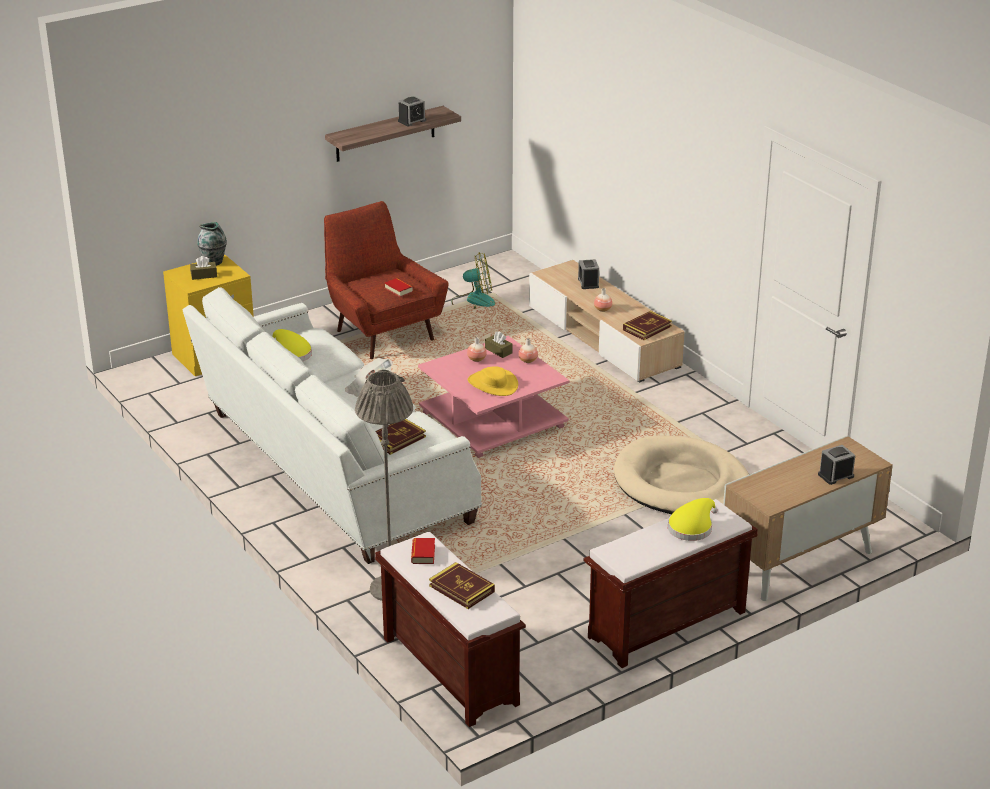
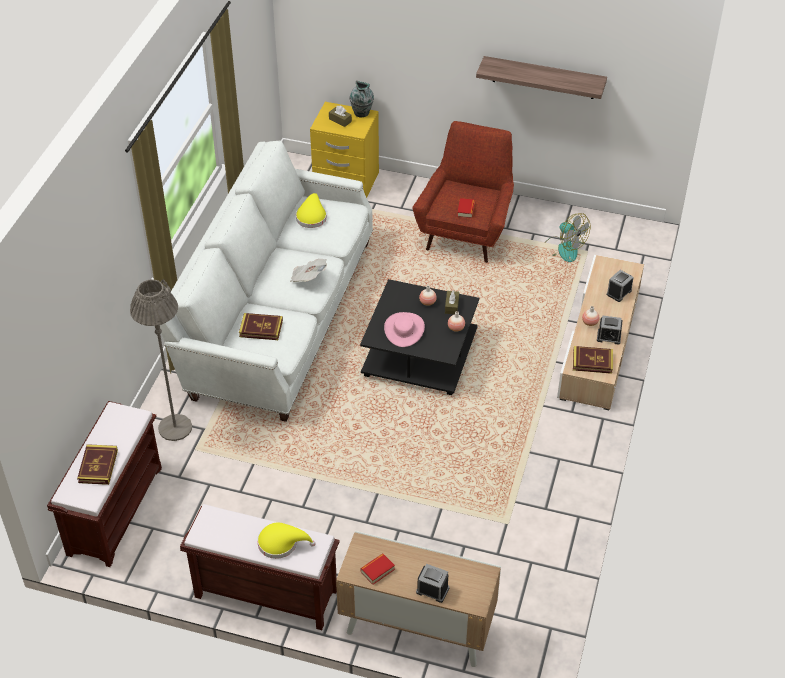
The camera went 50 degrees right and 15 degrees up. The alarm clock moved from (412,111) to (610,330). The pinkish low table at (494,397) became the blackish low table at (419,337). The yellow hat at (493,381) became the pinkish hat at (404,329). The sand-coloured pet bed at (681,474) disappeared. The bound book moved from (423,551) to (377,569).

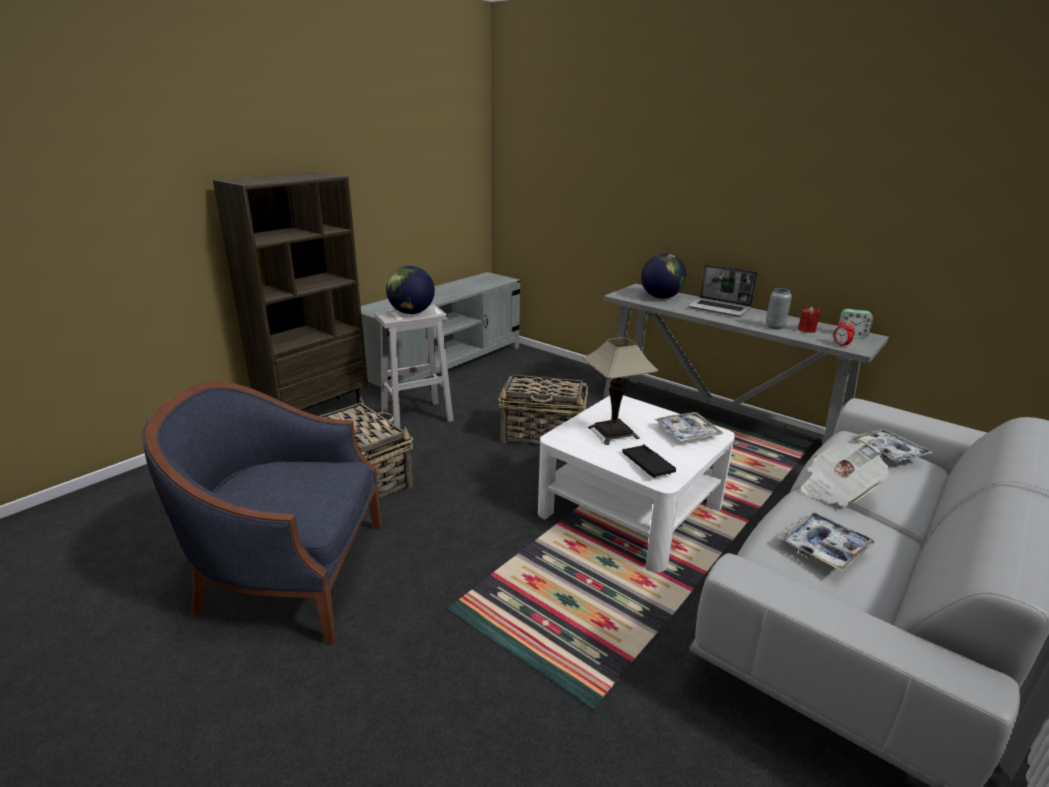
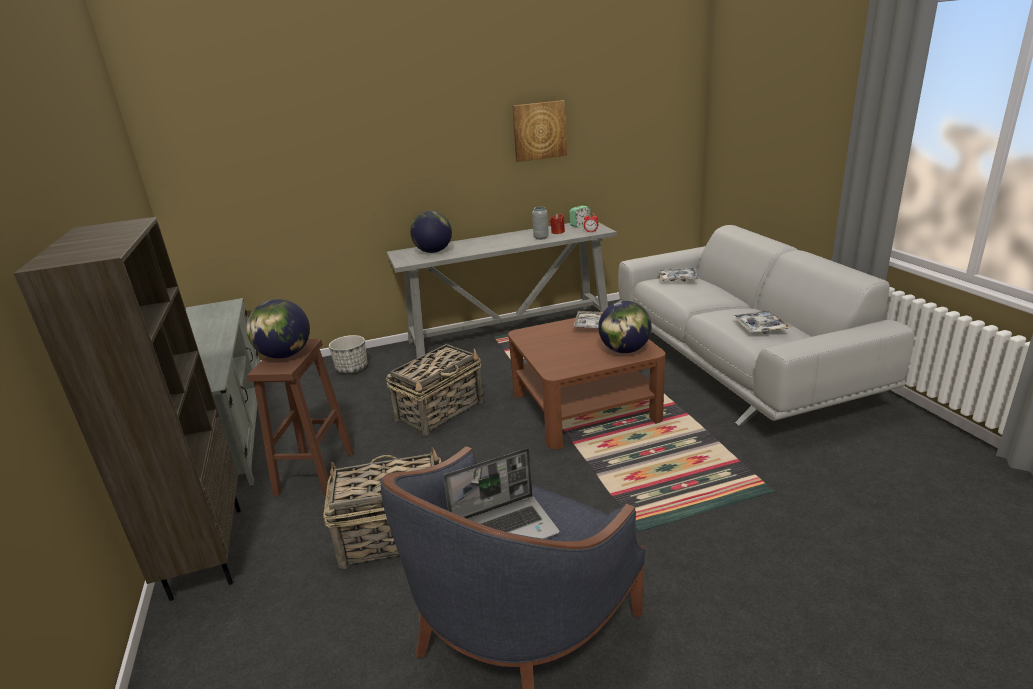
The camera went 55 degrees left and 0 degrees up. The portable computer moved from (723,290) to (501,493). The whitish stool at (414,366) became the brownish stool at (300,417). The table lamp at (621,391) disappeared. The whitish low table at (636,484) became the brownish low table at (587,381). The daily paper at (845,474) disappeared. The blackish carrying tray at (649,461) was replaced by the desk globe at (625,327). The picture at (539,131) appeared. The plant pot at (348,354) appeared.

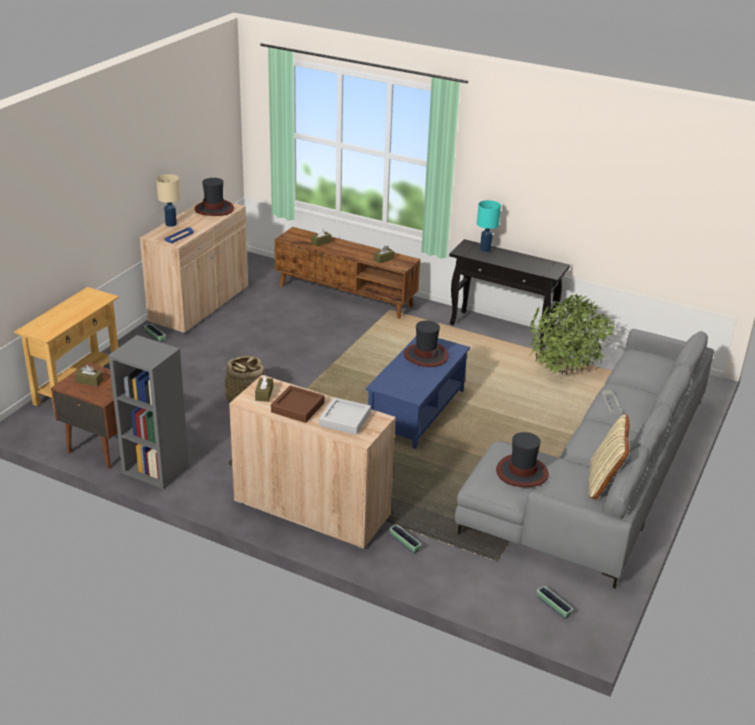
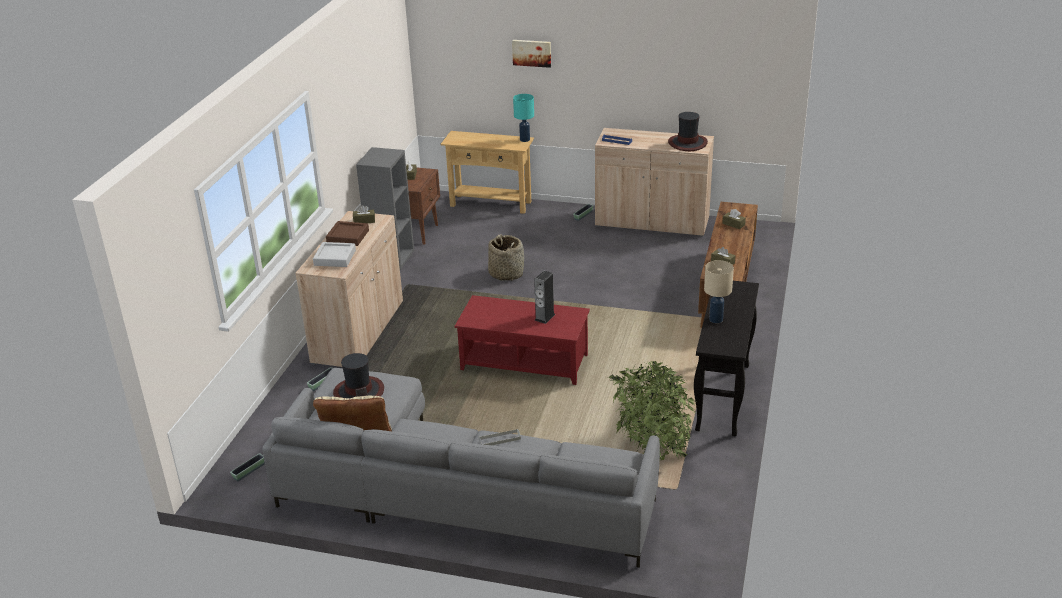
The camera went 80 degrees right and 0 degrees up. The sand-coloured table lamp moved from (168,200) to (719,291). The blue-green table lamp moved from (489,226) to (523,118). The hat at (426,344) was replaced by the speaker at (544,297). The blue low table at (418,393) became the red low table at (522,340). The picture at (531,54) appeared.

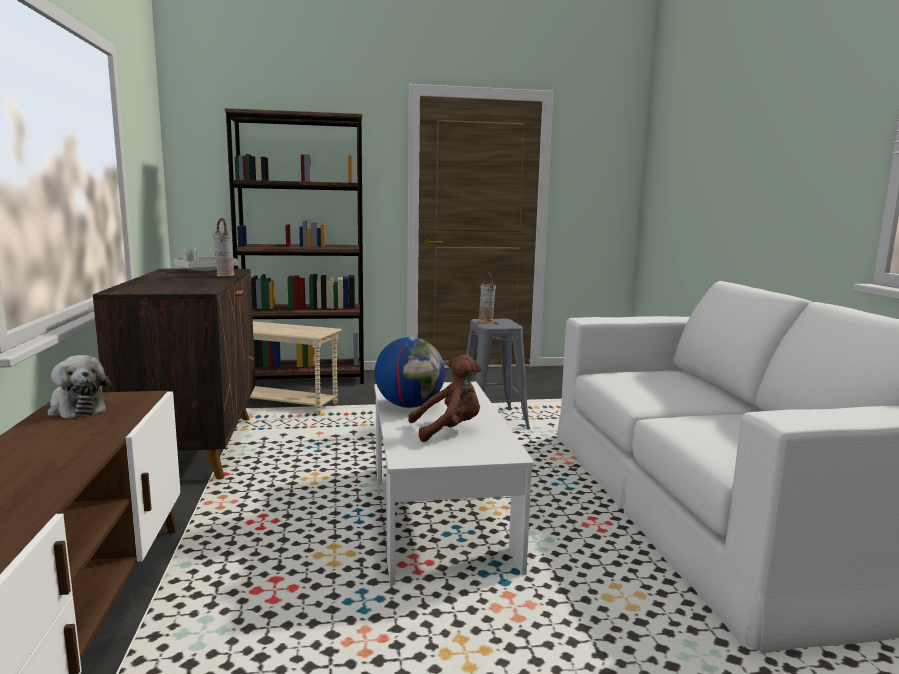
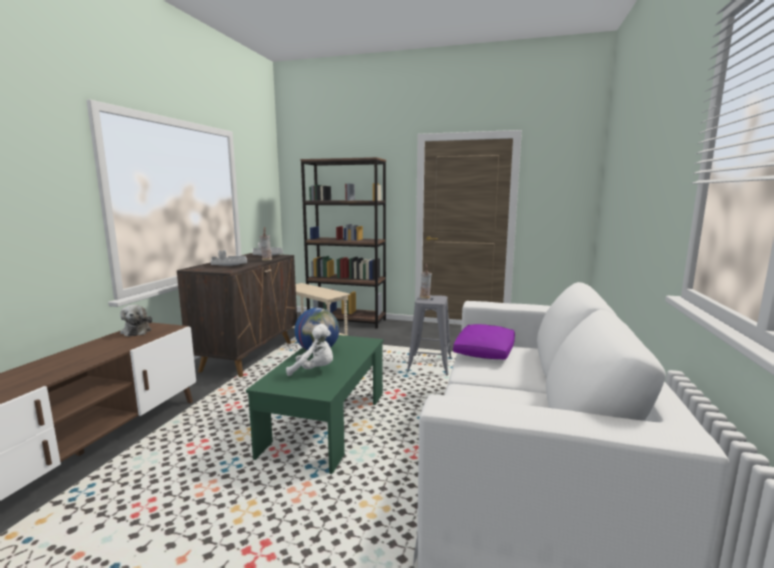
The camera went 25 degrees right and 0 degrees up. The brownish plush toy at (445,398) became the whitish plush toy at (309,350). The whitish low table at (454,483) became the greenish low table at (315,404). The greyish carrying tray at (229,258) appeared. The purplish cushion at (484,342) appeared.

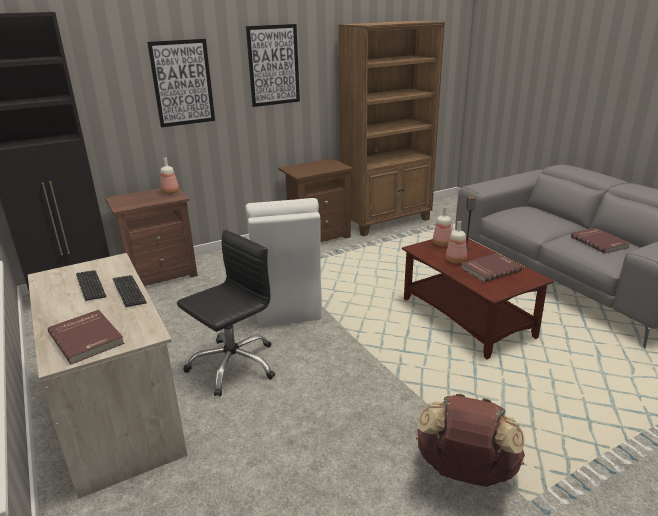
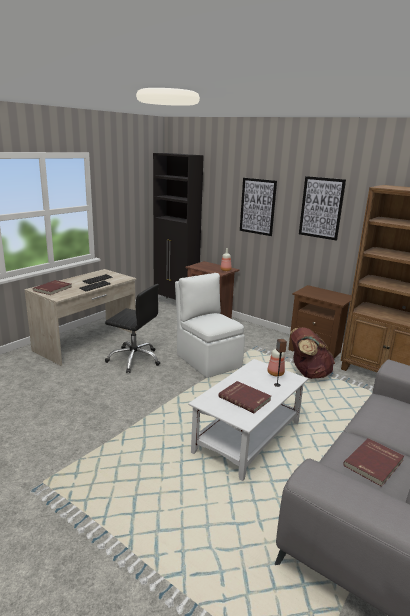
The camera went 65 degrees right and 5 degrees down. The whitish plain chair at (284,262) turned 90 degrees clockwise. The bottle at (456,242) disappeared. The brownish low table at (478,298) became the whitish low table at (248,420). The brownish knapsack moved from (470,440) to (312,353).

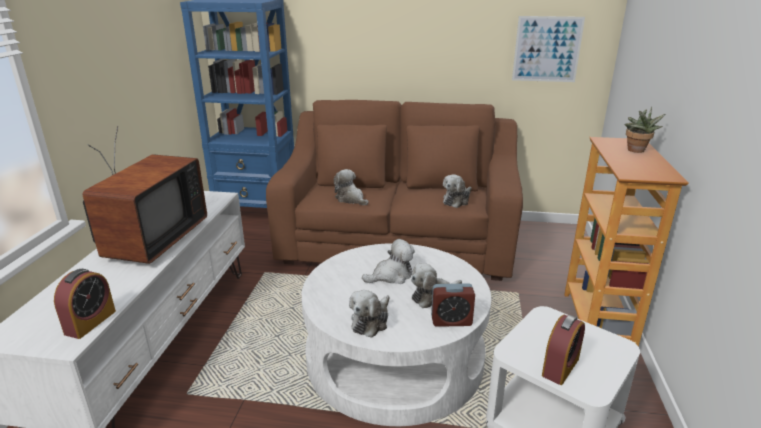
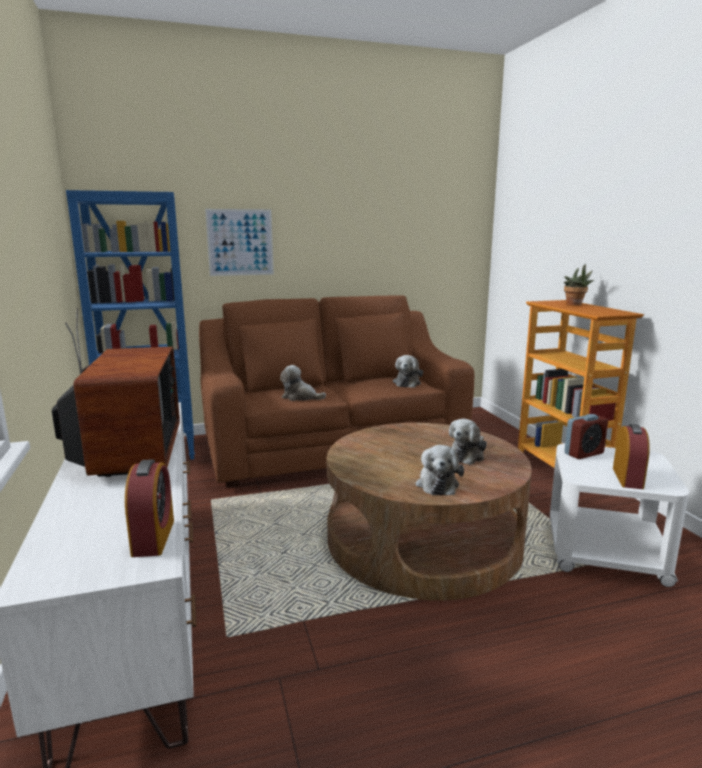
The camera went 25 degrees left and 10 degrees down. The picture moved from (548,49) to (239,242). The plush toy at (388,261) disappeared. The whitish low table at (396,334) became the brownish low table at (429,512). The alarm clock moved from (453,305) to (586,436).

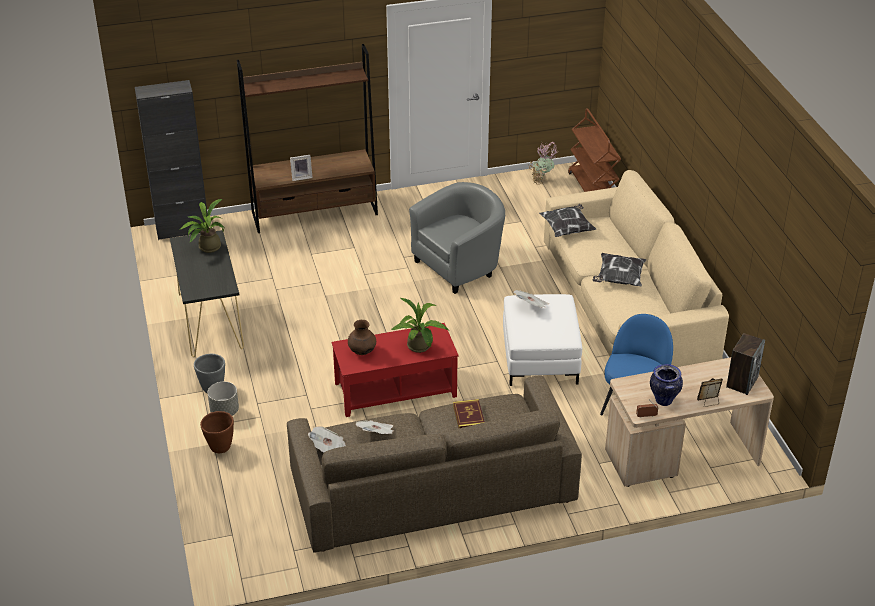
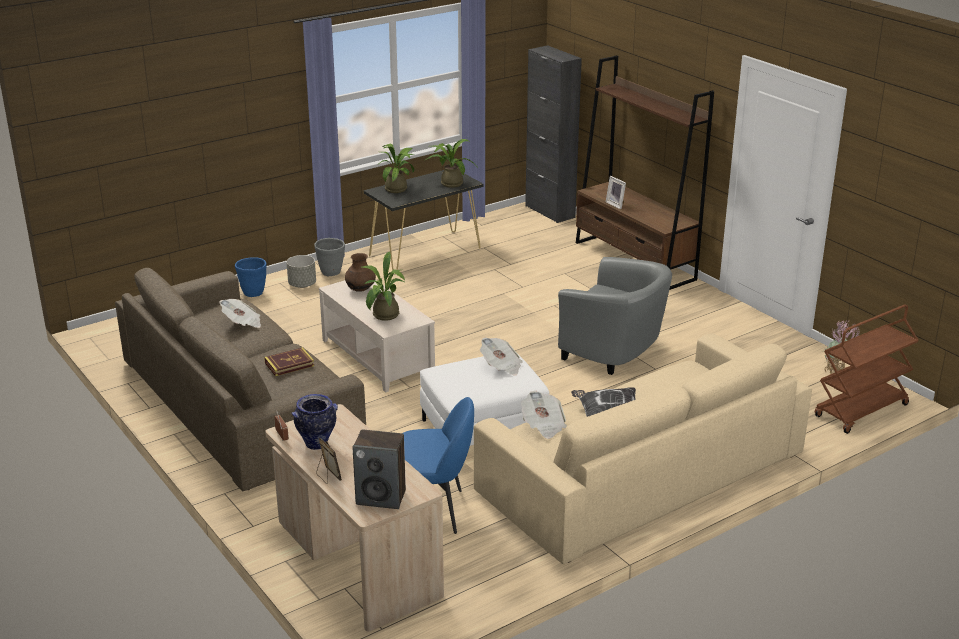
The camera went 70 degrees right and 10 degrees down. The cushion at (567,220) disappeared. The red low table at (395,370) became the sand-coloured low table at (377,336). The brownish plant pot at (217,432) became the blue plant pot at (251,277). The daily paper moved from (327,439) to (544,415). The plant in a pot at (396,168) appeared.

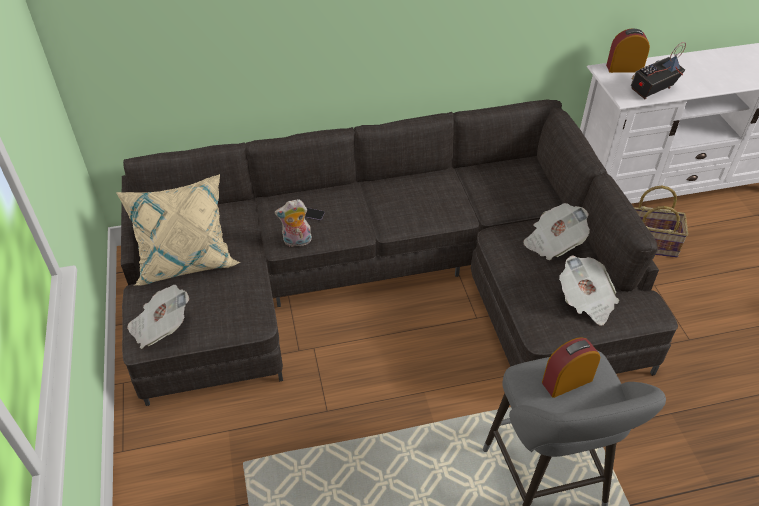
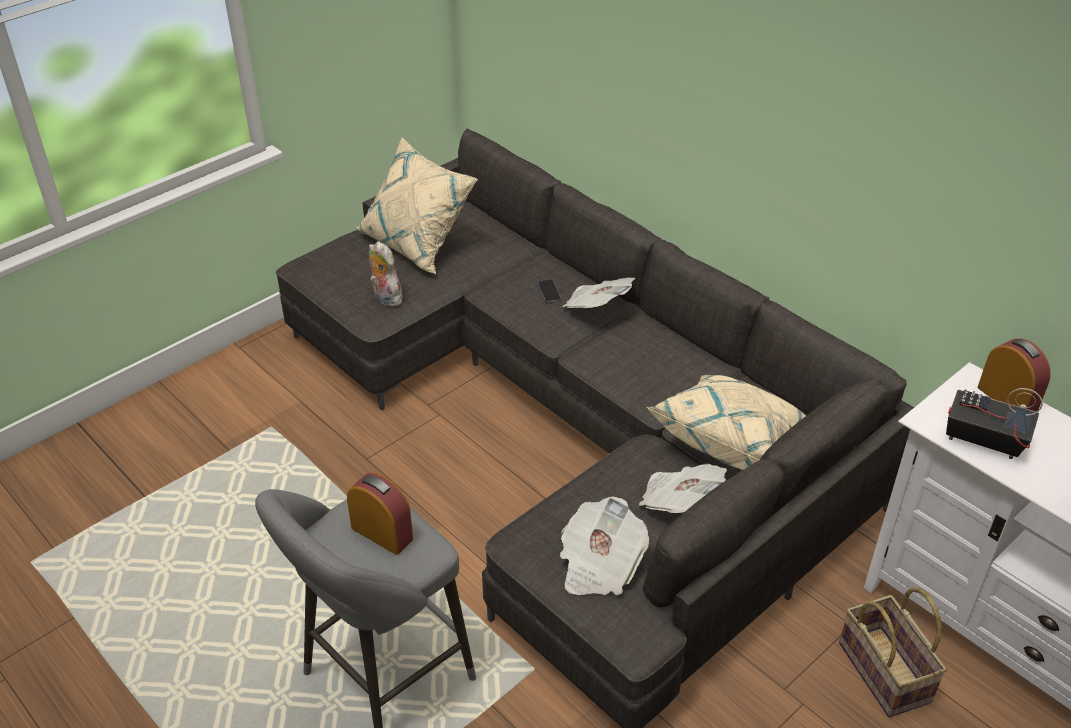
The camera went 60 degrees right and 5 degrees down. The plush toy moved from (293,223) to (386,274). The daily paper moved from (158,317) to (598,292). The sand-coloured cushion at (726,422) appeared.

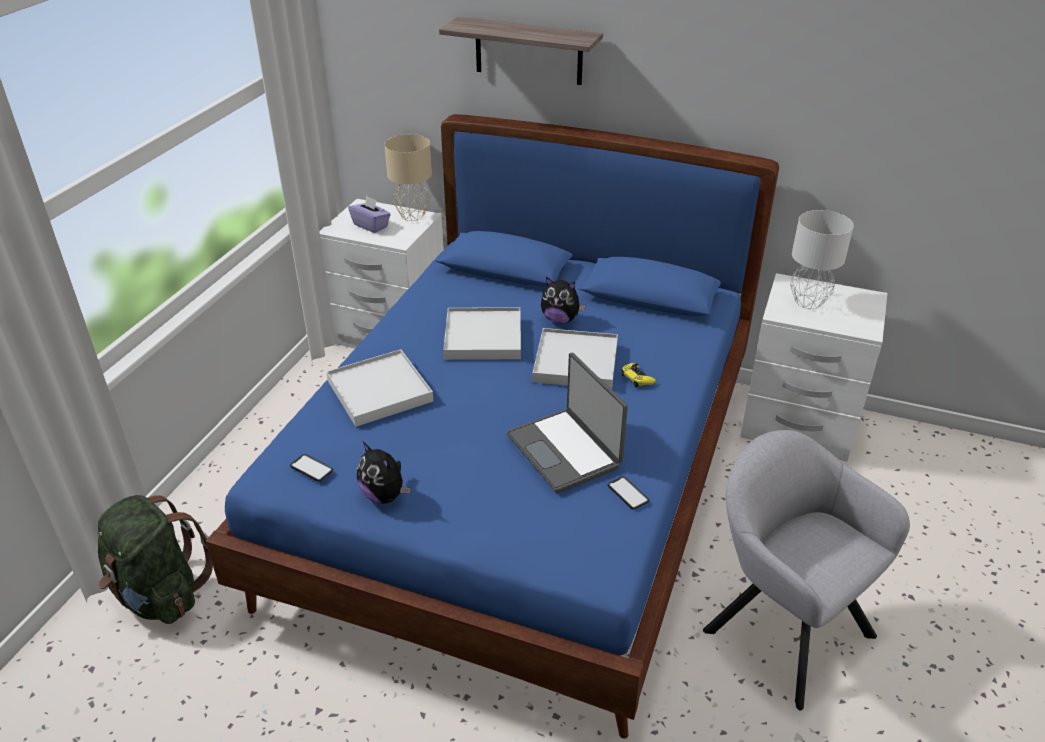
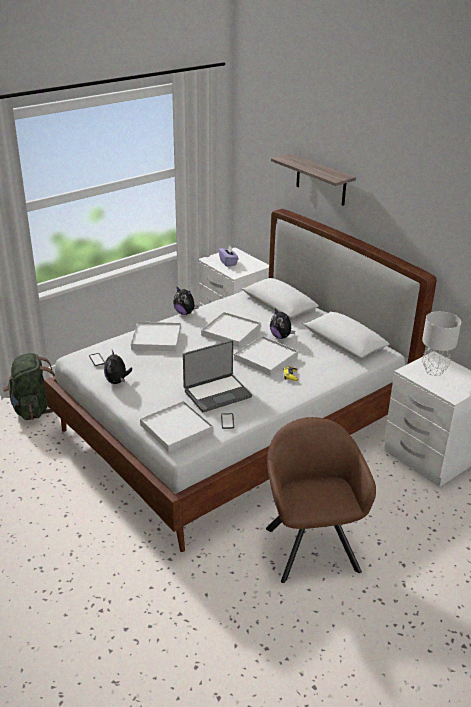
The camera went 30 degrees right and 5 degrees down. The blue bedroom bed at (492,426) became the whitish bedroom bed at (240,380). The sand-coloured table lamp at (408,177) disappeared. The portable computer at (567,423) turned 120 degrees counterclockwise. The greyish armchair at (806,570) became the brownish armchair at (321,500). The plush toy at (186,300) appeared. The whitish carrying tray at (176,426) appeared.

